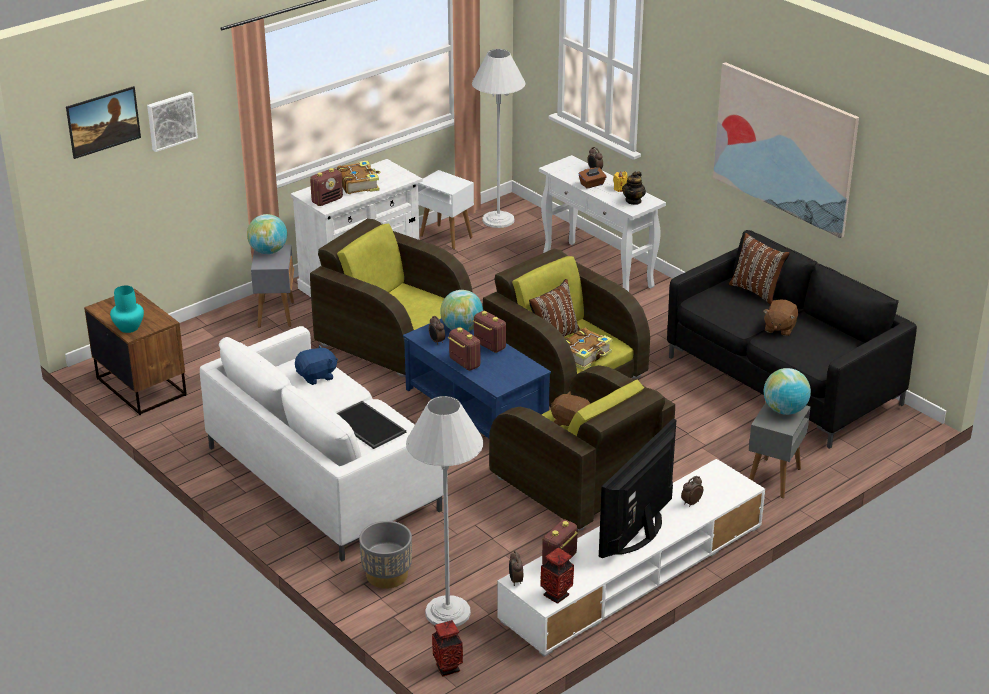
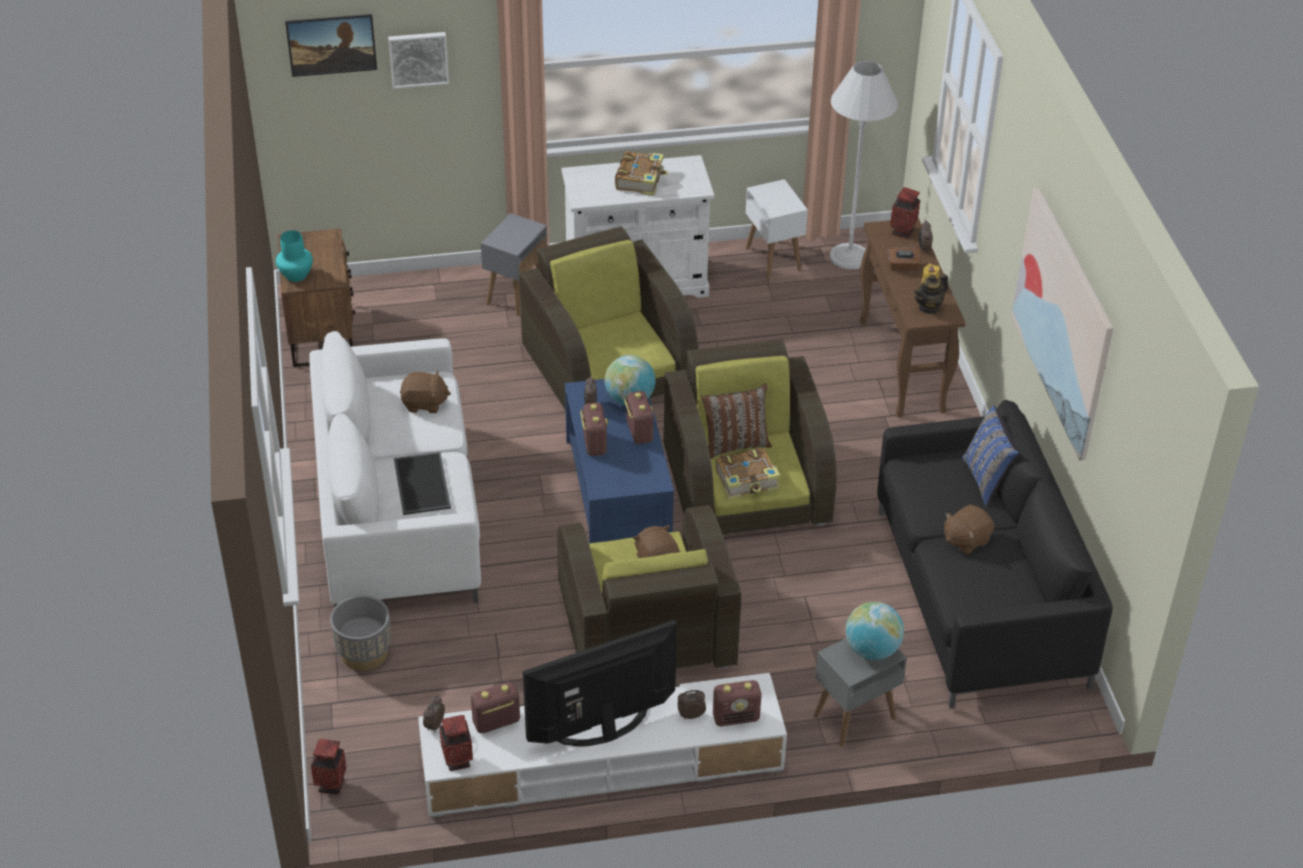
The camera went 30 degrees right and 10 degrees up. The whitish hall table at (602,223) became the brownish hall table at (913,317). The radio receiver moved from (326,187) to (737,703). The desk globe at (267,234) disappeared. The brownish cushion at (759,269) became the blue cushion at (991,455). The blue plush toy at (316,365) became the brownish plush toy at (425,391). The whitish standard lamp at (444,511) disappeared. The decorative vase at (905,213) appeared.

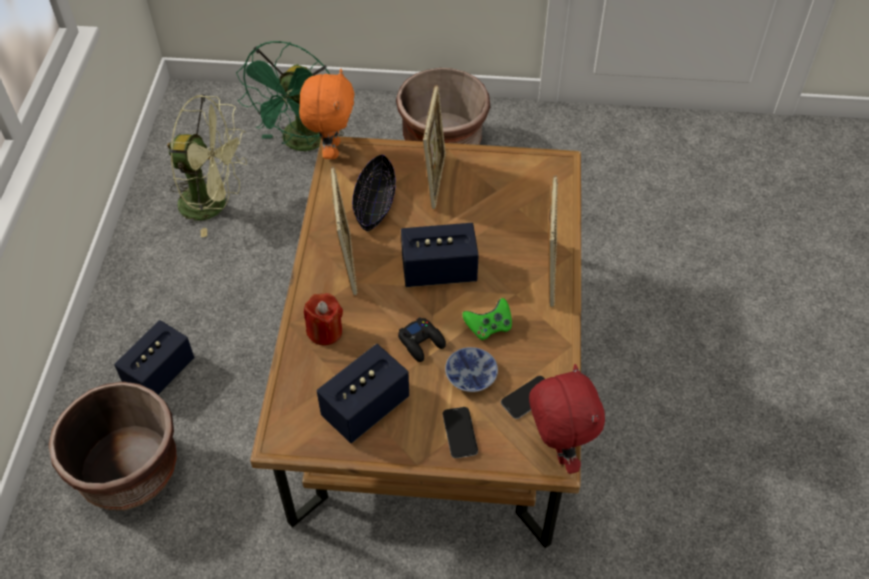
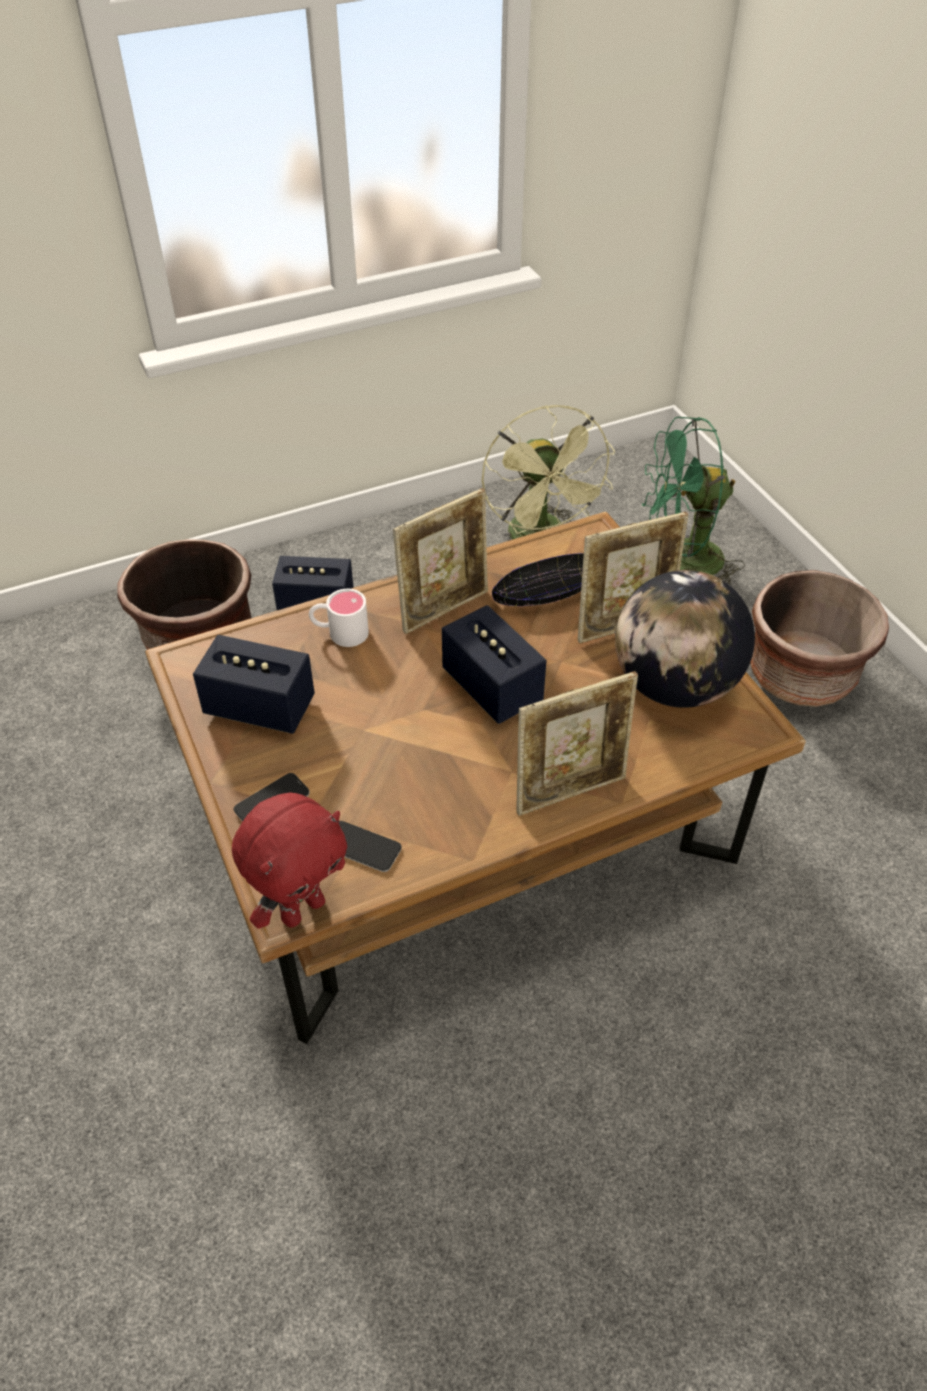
The camera went 60 degrees right and 5 degrees down. The orange plush toy at (327,114) disappeared. The red wax light at (323,319) was replaced by the whitish tea mug at (339,618). The greenish joypad at (487,319) disappeared. The blackish joypad at (422,339) disappeared. The bowl at (471,369) disappeared. The desk globe at (685,639) appeared.

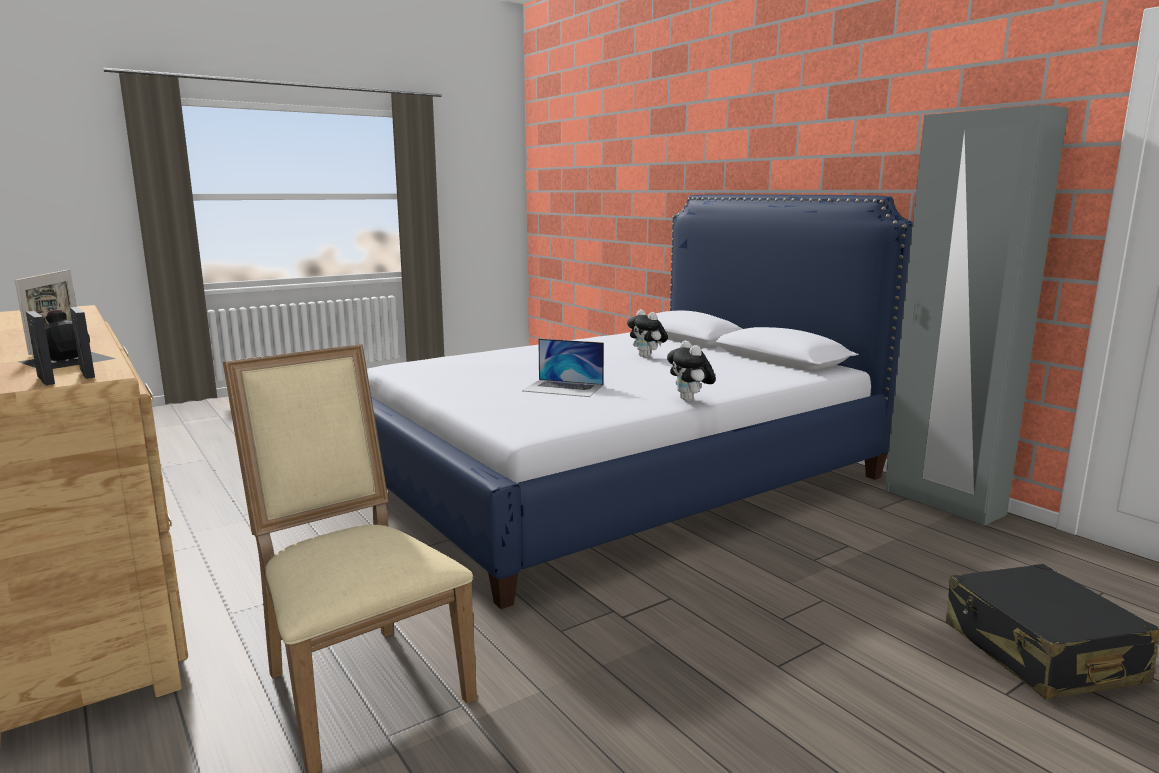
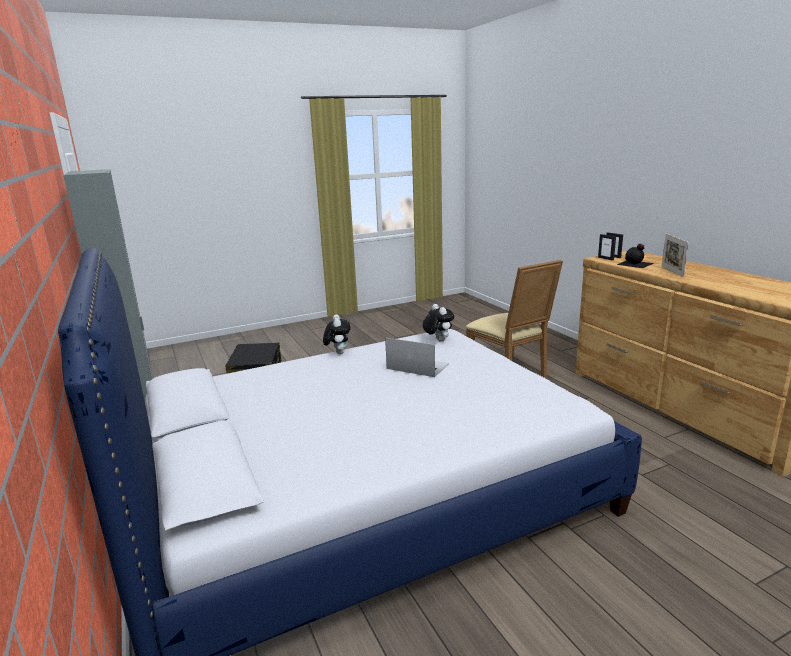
The camera went 170 degrees left and 5 degrees up. The plush toy moved from (647,334) to (438,323).

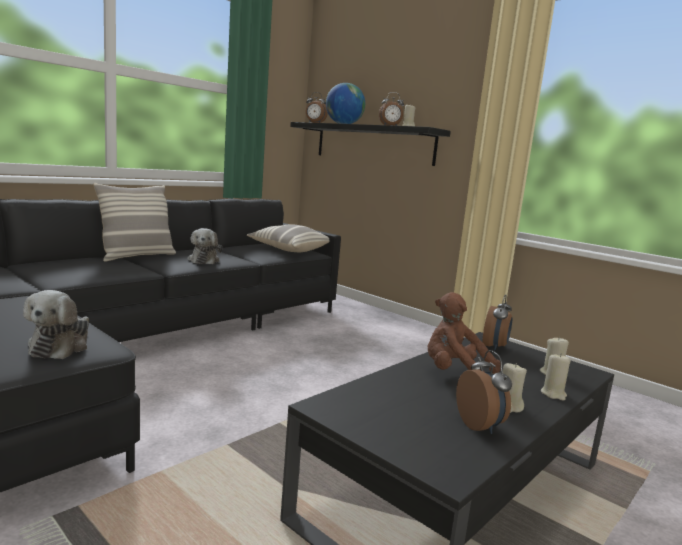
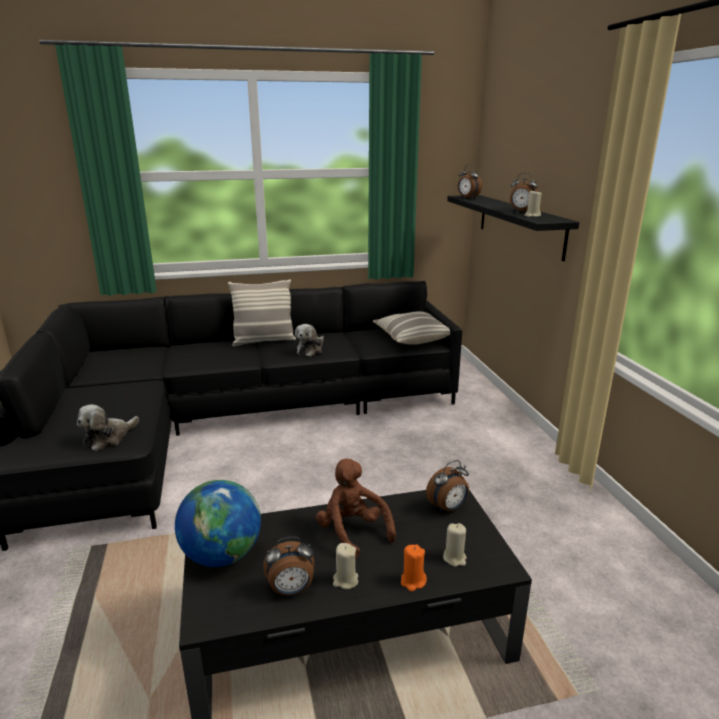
The camera went 35 degrees right and 10 degrees up. The desk globe moved from (345,103) to (218,523). The alarm clock at (484,392) turned 60 degrees clockwise. The sand-coloured wax light at (555,376) became the orange wax light at (414,568).

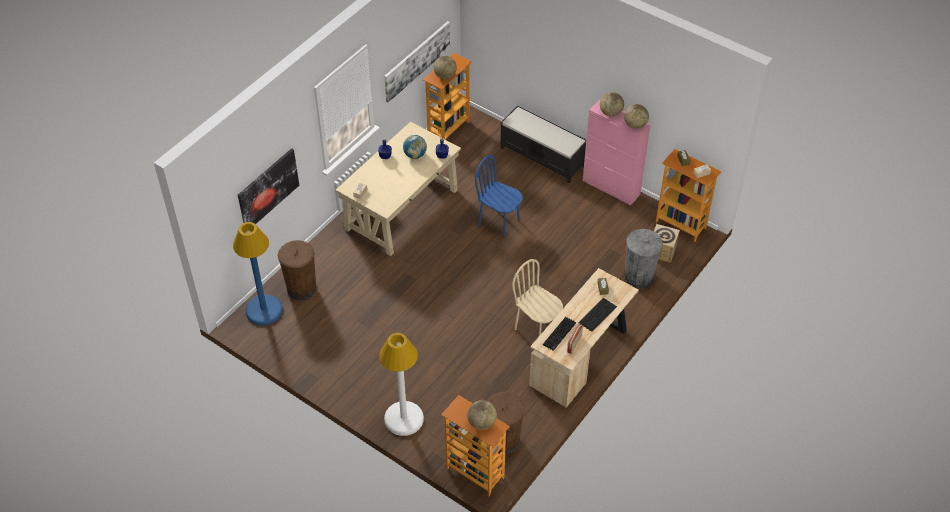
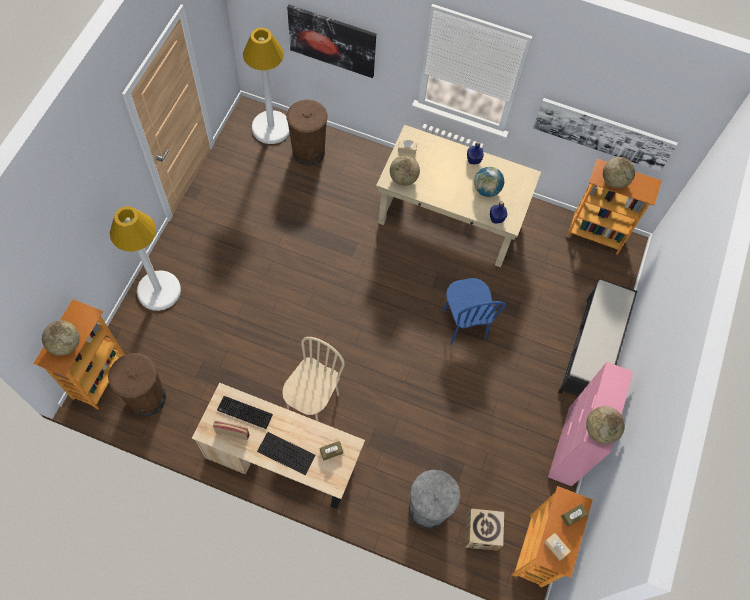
The camera went 70 degrees right and 15 degrees up. The desk globe moved from (612,104) to (405,170). The blue plain chair at (499,196) turned 150 degrees clockwise. The blue standard lamp at (258,273) became the whitish standard lamp at (266,86).

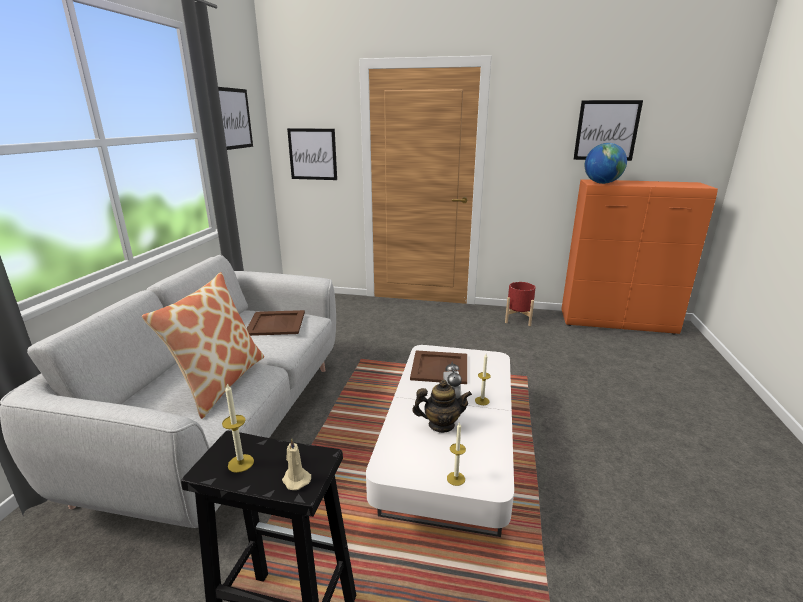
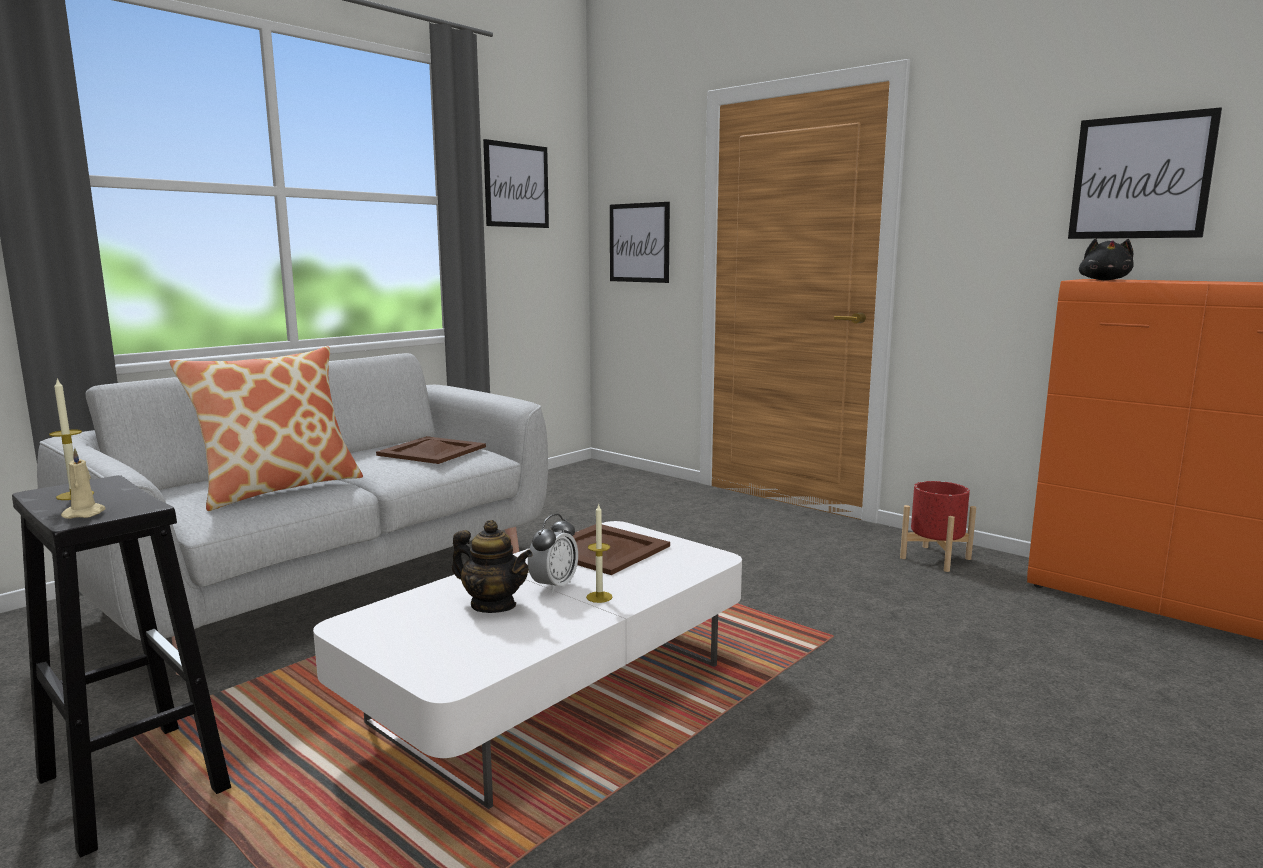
The camera went 30 degrees right and 10 degrees down. The desk globe at (605,163) was replaced by the blackish plush toy at (1106,259). The wax light at (456,454) disappeared.

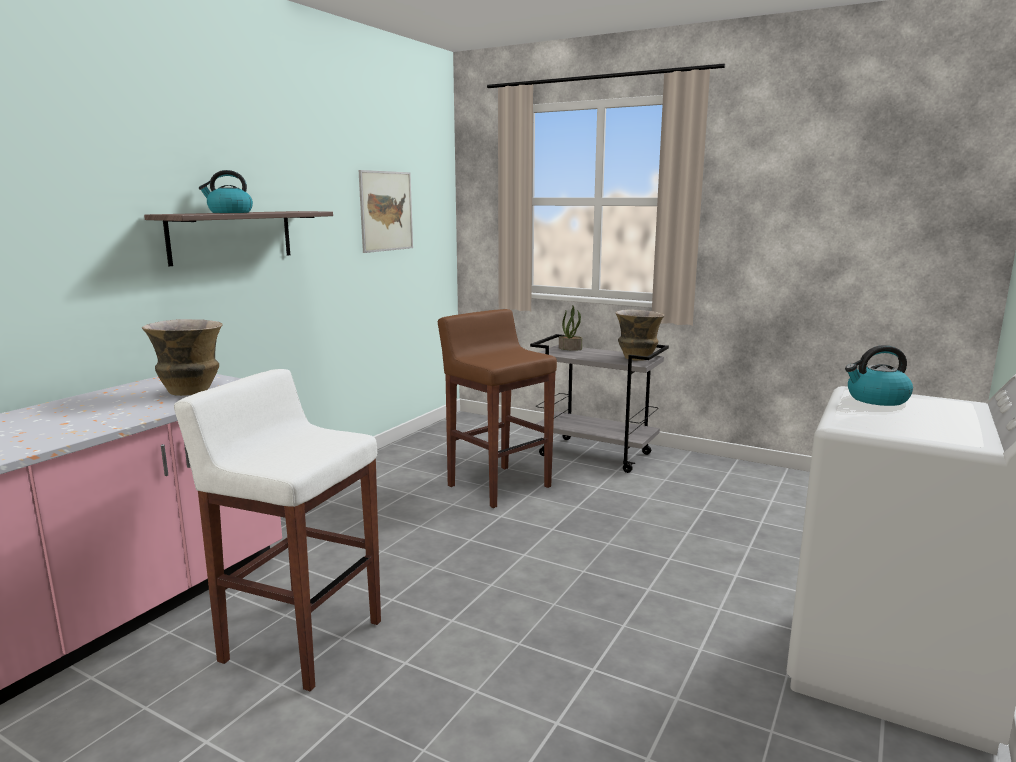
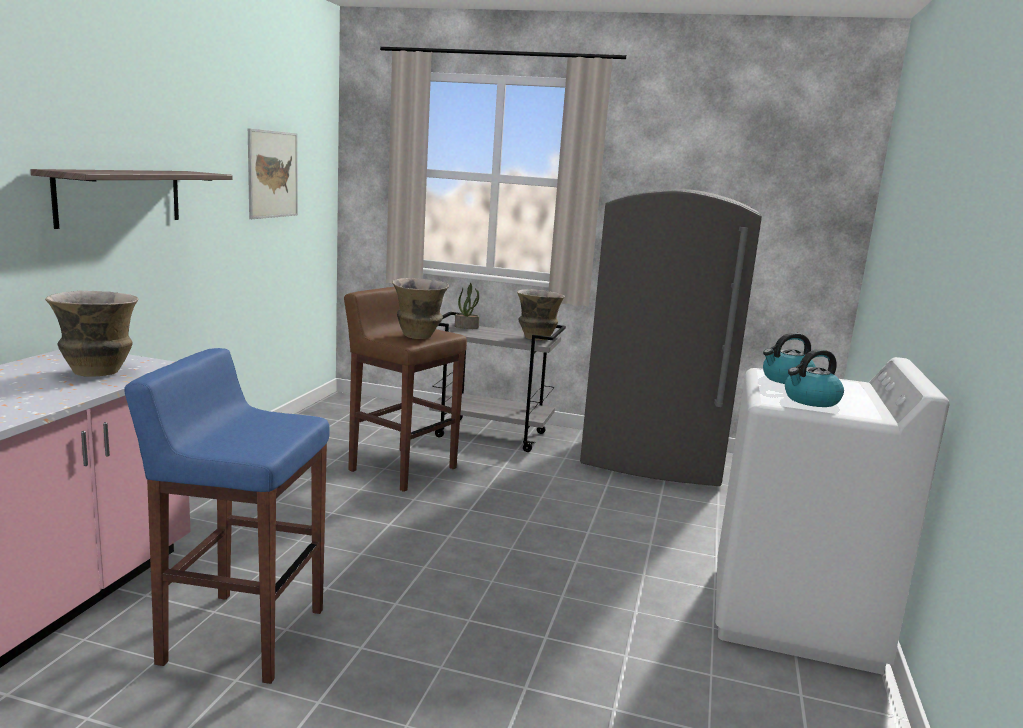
The camera went 15 degrees left and 0 degrees up. The tea kettle moved from (226,191) to (814,378). The whitish stool at (277,530) became the blue stool at (227,516). The greyish refrigerator at (671,337) appeared. The decorative vase at (420,308) appeared.

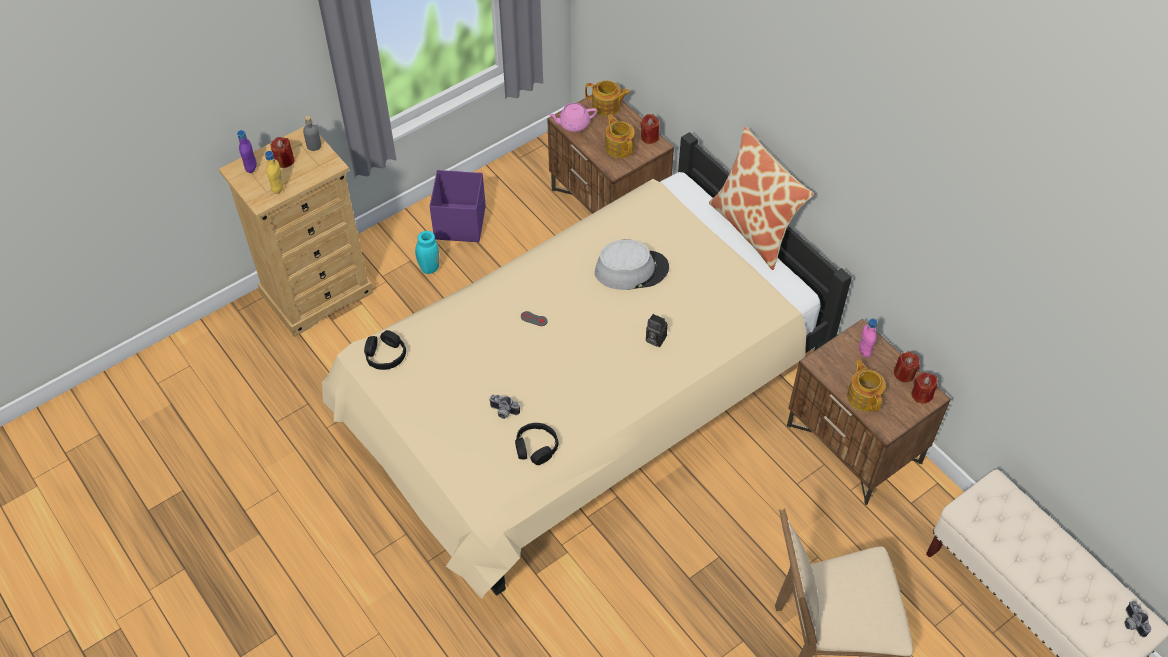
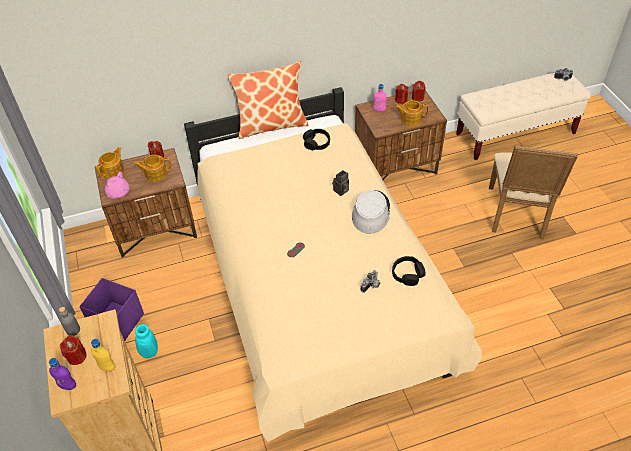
The camera went 70 degrees left and 5 degrees down. The greyish hat moved from (632,264) to (371,212). The blackish headphones moved from (385,350) to (316,139).

